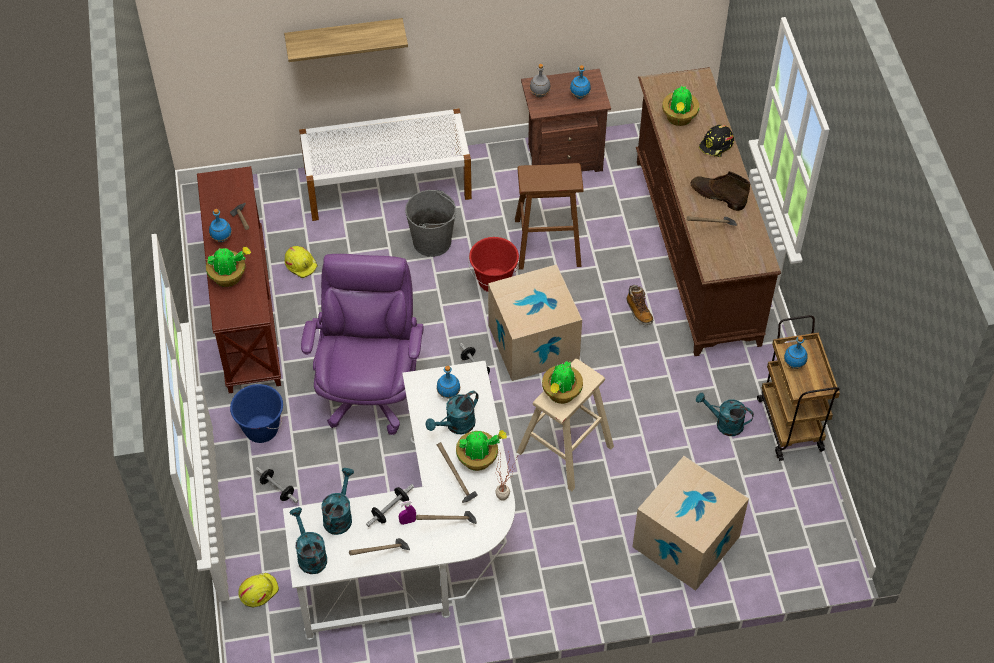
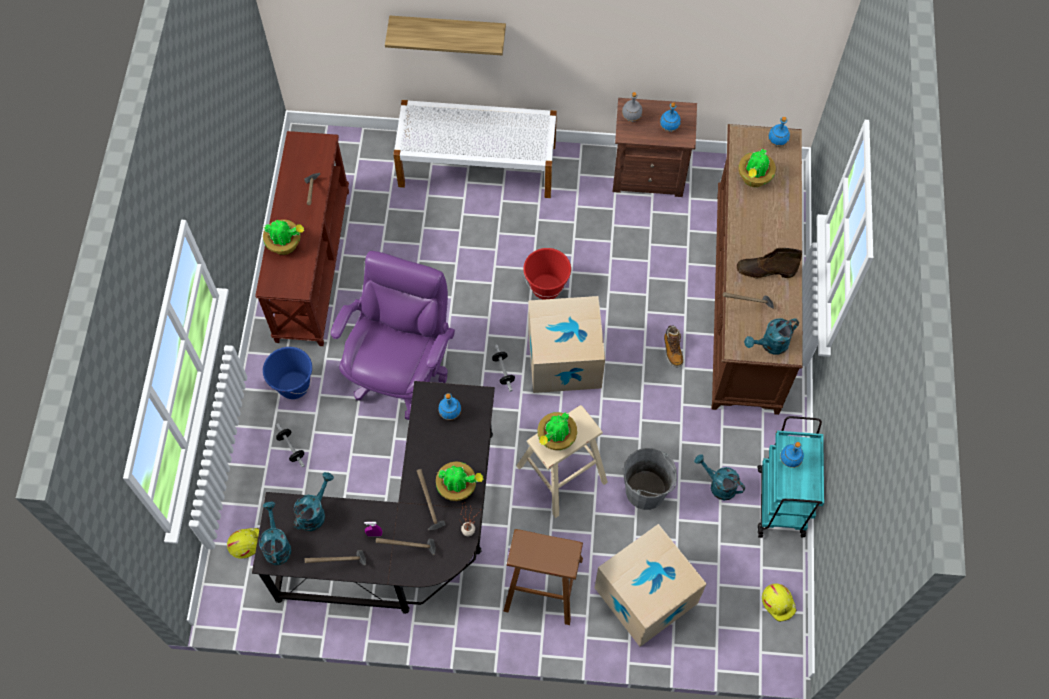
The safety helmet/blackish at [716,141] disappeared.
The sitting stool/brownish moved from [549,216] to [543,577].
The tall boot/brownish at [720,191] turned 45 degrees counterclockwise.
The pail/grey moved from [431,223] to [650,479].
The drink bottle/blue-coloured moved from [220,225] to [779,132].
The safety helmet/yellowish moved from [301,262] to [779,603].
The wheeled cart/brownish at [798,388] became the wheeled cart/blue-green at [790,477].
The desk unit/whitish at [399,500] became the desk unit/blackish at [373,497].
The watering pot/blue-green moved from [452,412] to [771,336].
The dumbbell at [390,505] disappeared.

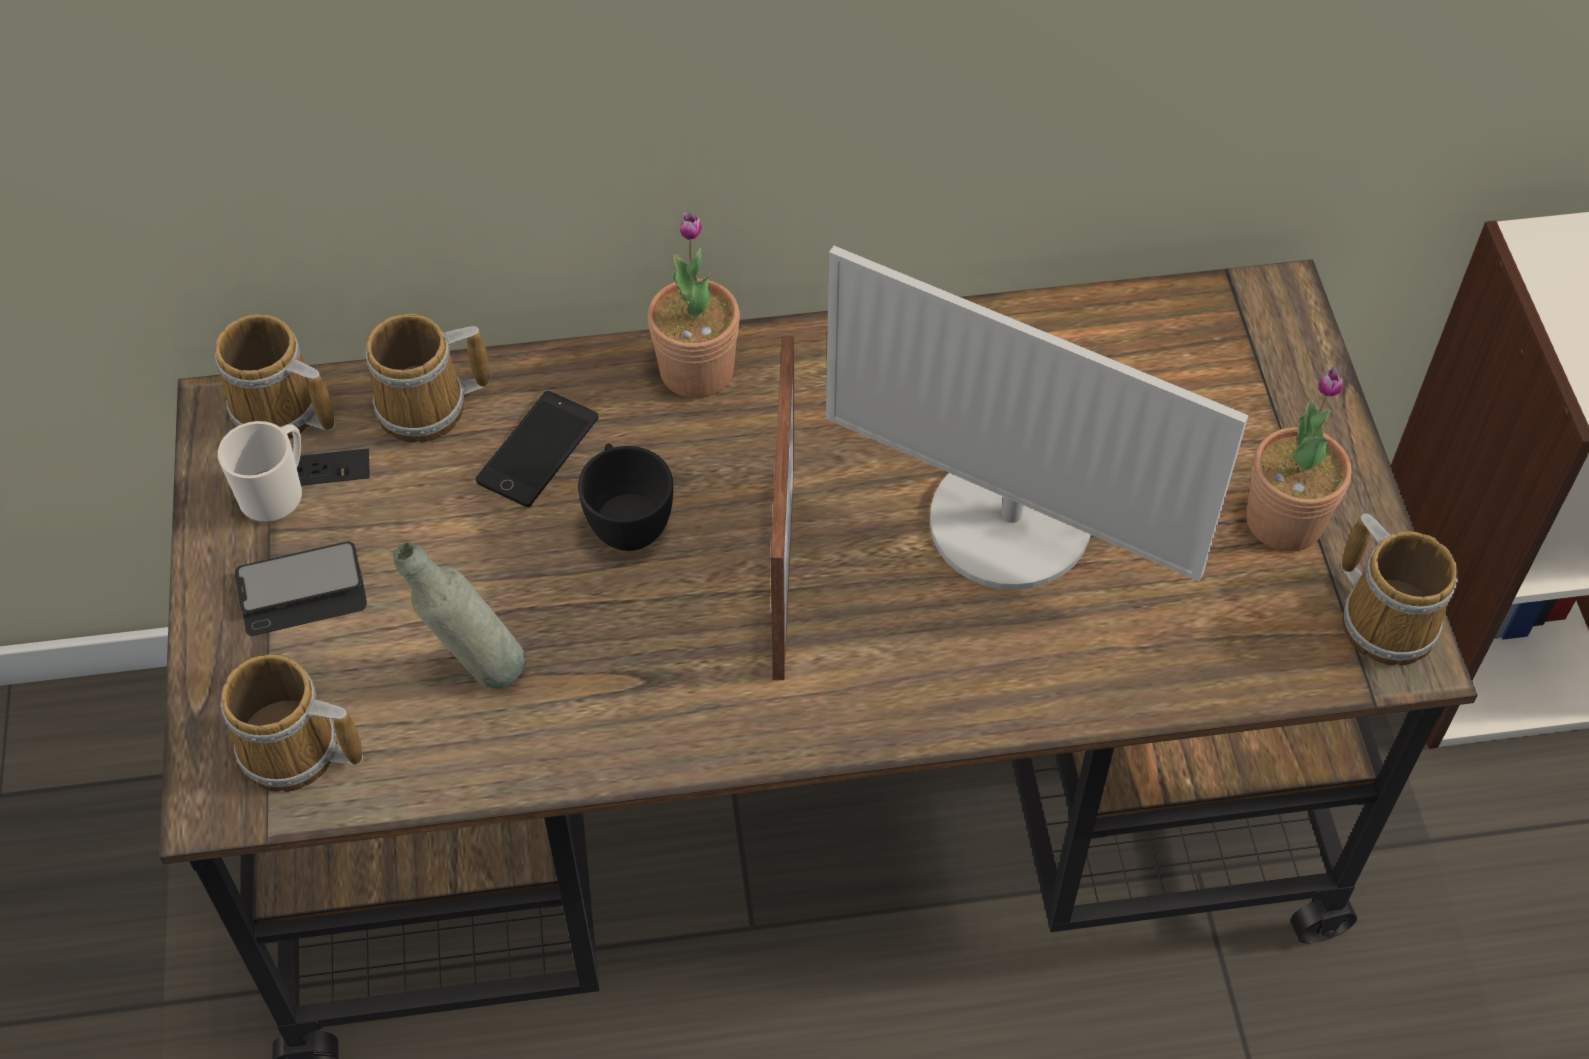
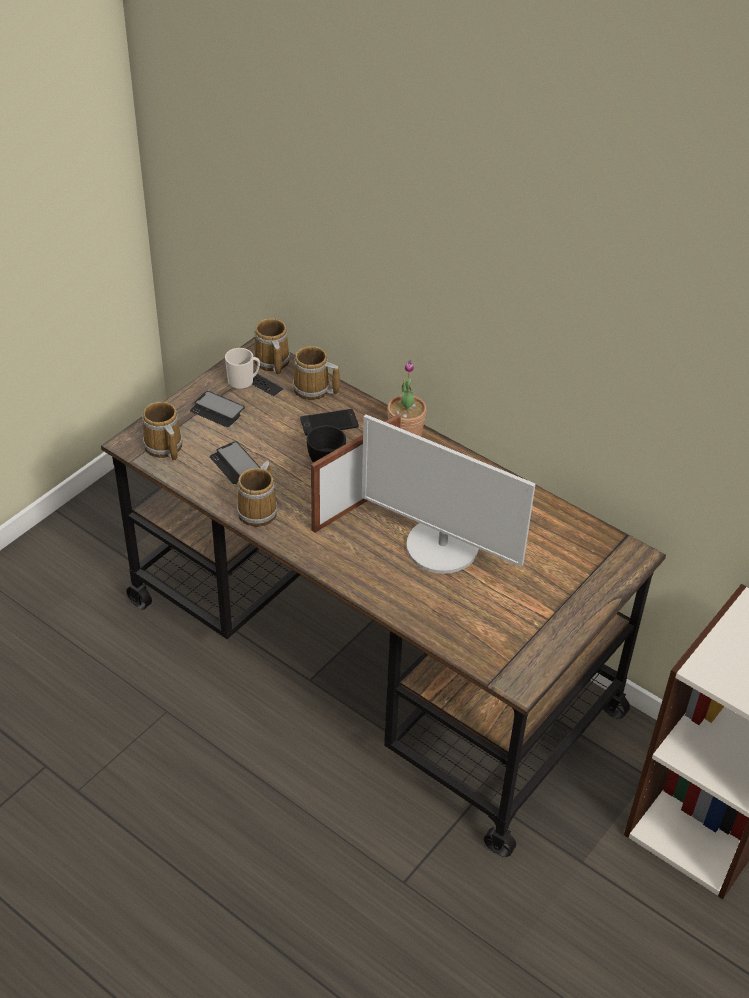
The monitor at [1037,418] turned 45 degrees counterclockwise.
The potted plant at [1299,459] disappeared.
The mug moved from [1399,589] to [257,494].
The drink bottle/grey at [459,615] was replaced by the handset at [235,462].

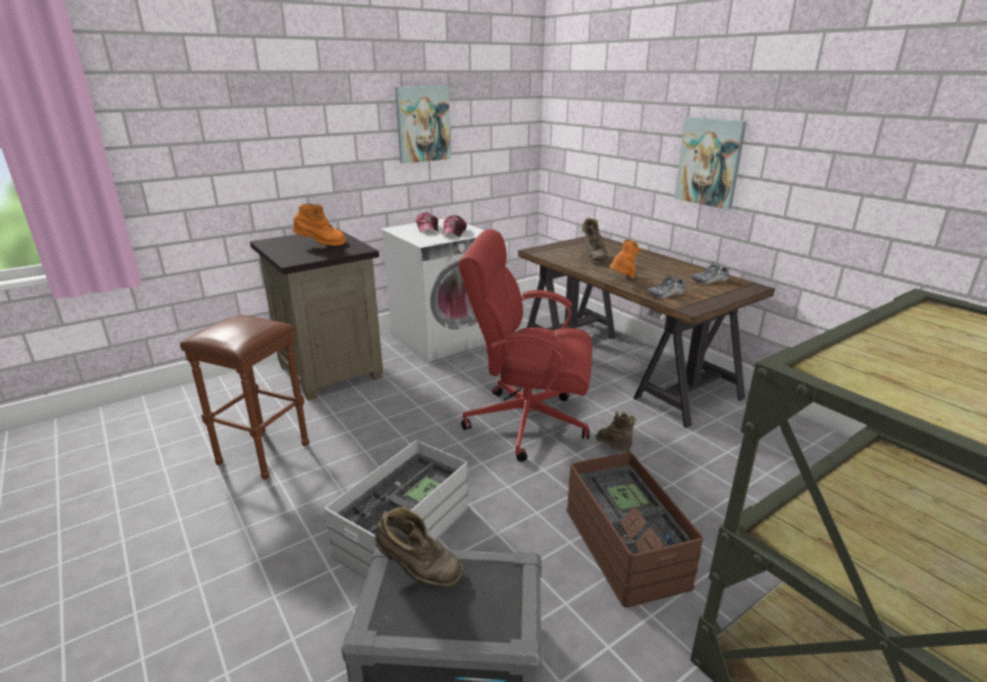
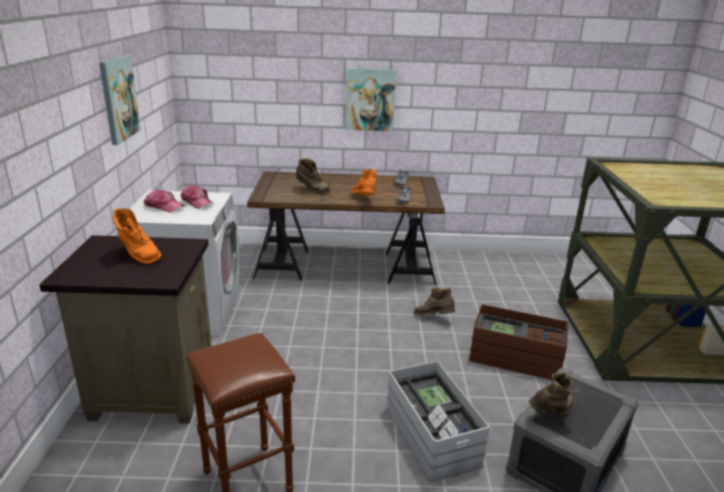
The tall boot/orangey at [319,225] turned 105 degrees clockwise.
The office chair/reddish at [525,345] disappeared.

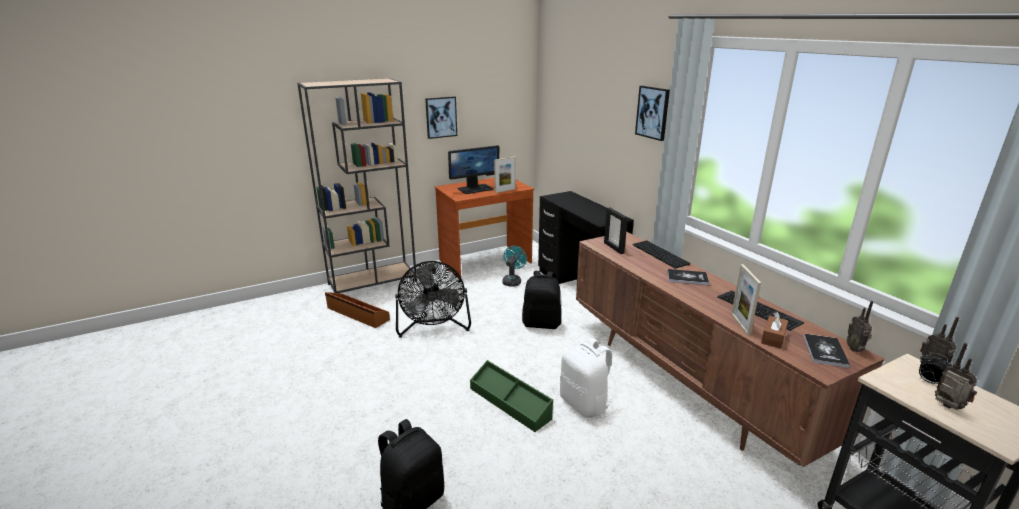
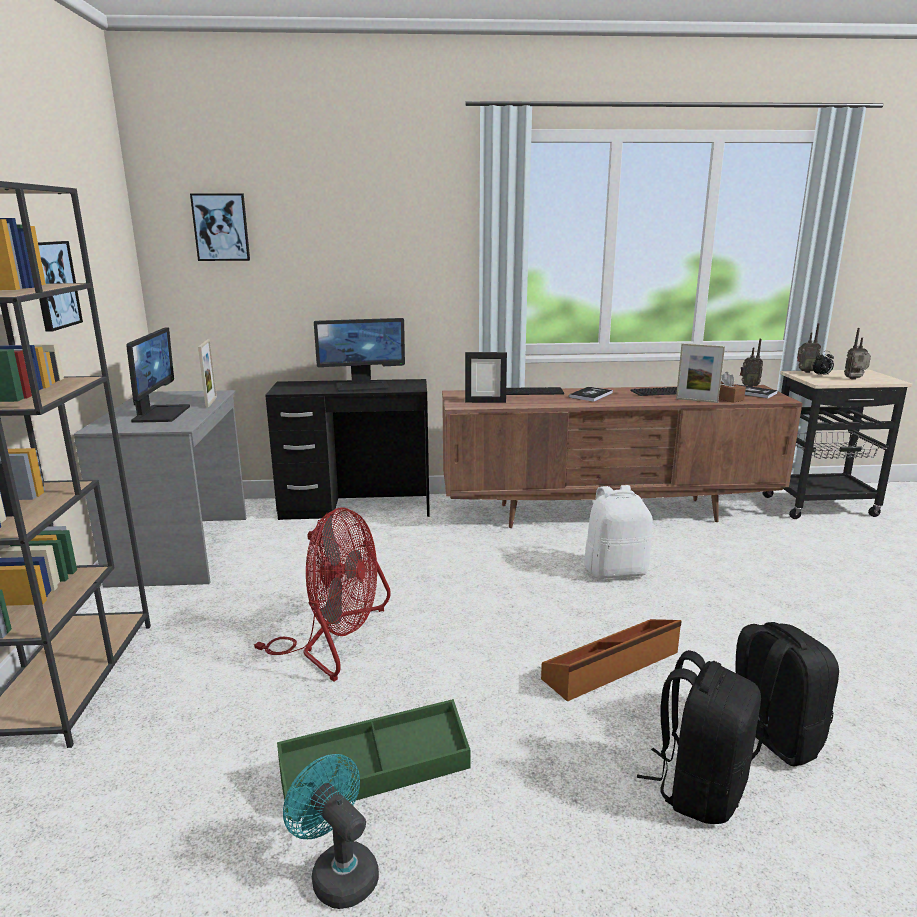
The wall picture moved from [652,113] to [220,227].
The desk unit/brownish at [484,228] became the desk unit/grey at [160,489].
The fan/blue-green moved from [514,266] to [331,831].
The fan/blackish at [433,299] became the fan/reddish at [322,594].
The backpack/blackish moved from [541,300] to [699,737].
The storage container/brownish moved from [357,310] to [611,660].
The storage container/greenish moved from [511,396] to [373,759].
The monitor at [359,355] appeared.

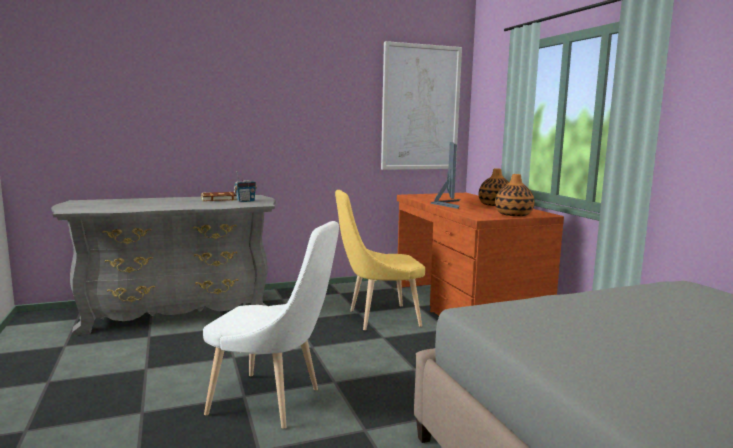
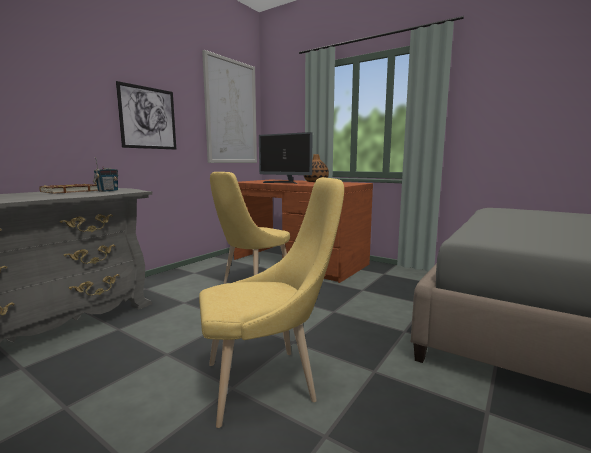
The monitor at [446,175] turned 150 degrees clockwise.
The vase at [514,195] disappeared.
The plain chair/whitish at [271,325] became the plain chair/yellowish at [271,302].
The wall picture at [146,115] appeared.

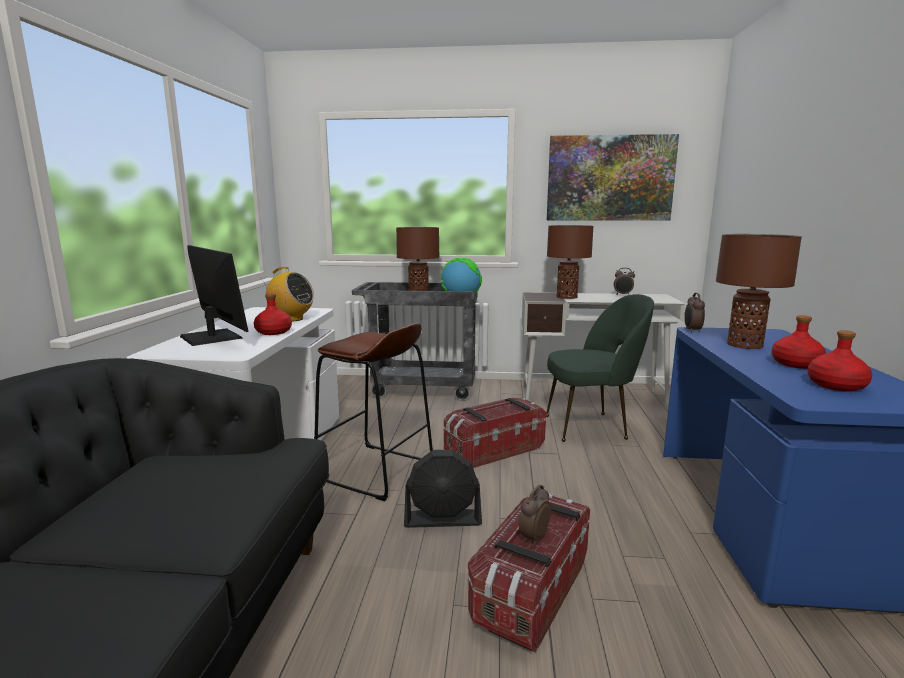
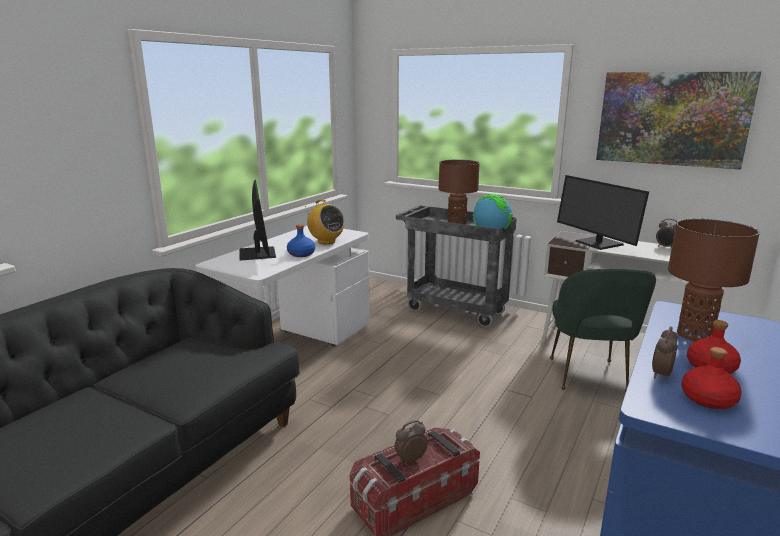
The table lamp/brownish at [570,262] was replaced by the monitor at [603,212].
The drink bottle/reddish at [273,314] became the drink bottle/blue-coloured at [301,240].
The table clock moved from [694,313] to [665,353].
The plain chair/greenish at [600,368] turned 75 degrees clockwise.
The sitting stool/brownish at [373,412] disappeared.
The storage container at [495,433] disappeared.
The fan/blackish at [443,489] disappeared.

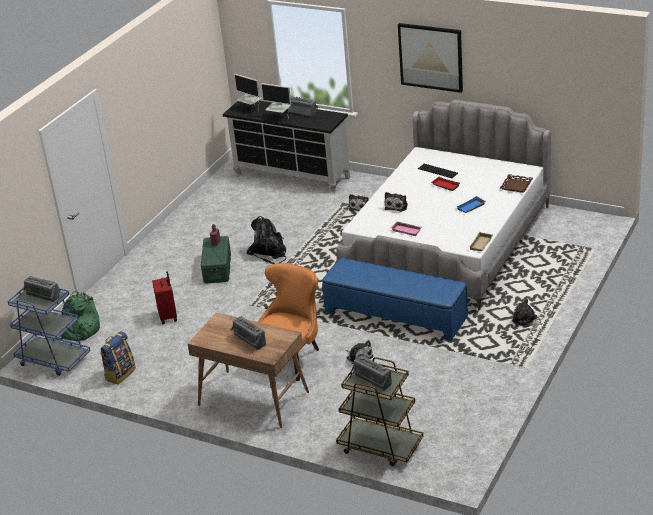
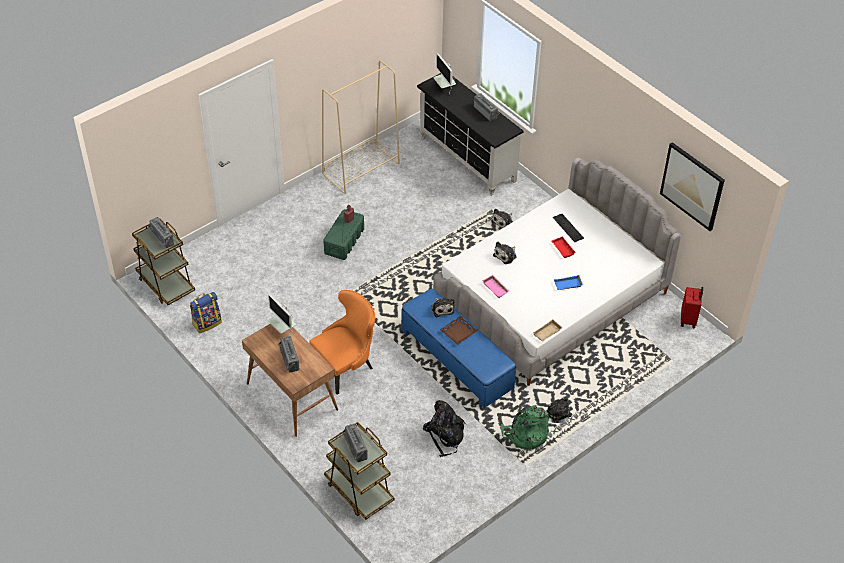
The wall picture moved from [430,58] to [692,186].
The monitor moved from [276,100] to [282,315].
The serving tray/brownish moved from [516,183] to [459,330].
The backpack/blackish moved from [266,240] to [444,428].
The piece of luggage/reddish moved from [164,297] to [692,307].
The wheeled cart/blue-coloured at [49,327] became the wheeled cart/brownish at [163,262].
The backpack/greenish moved from [79,316] to [525,427].
The soft toy moved from [359,352] to [442,307].
The clothes rack/beige at [361,127] appeared.

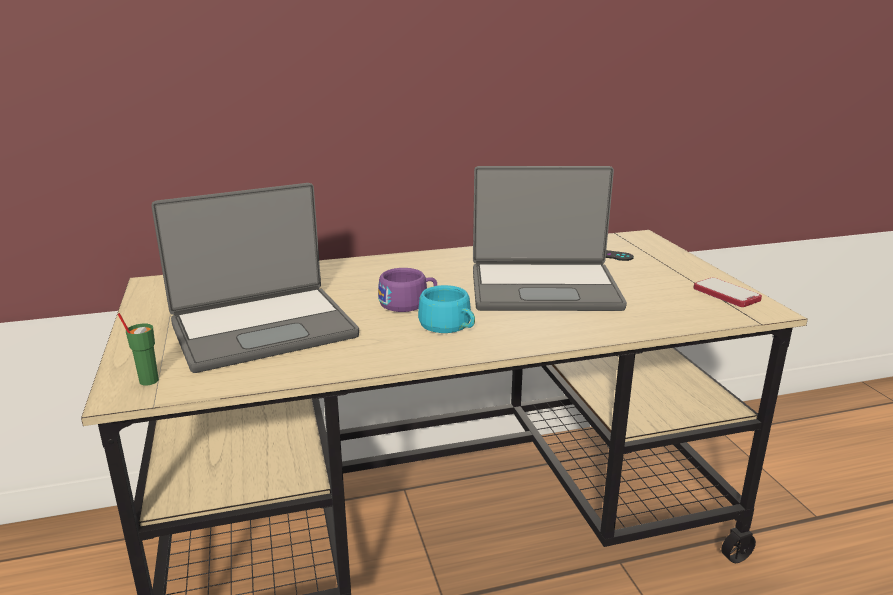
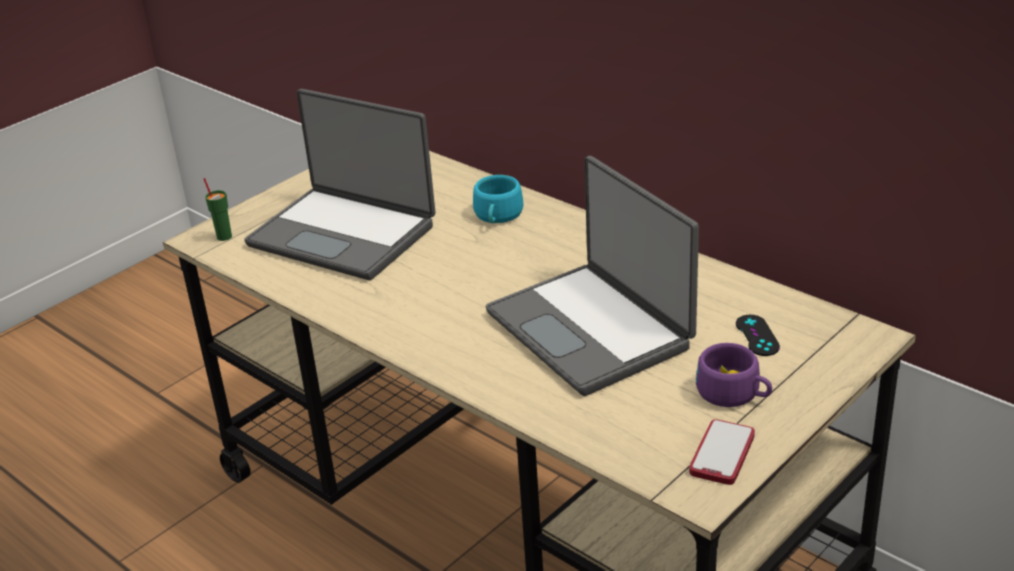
The small cup/purple moved from [407,290] to [734,375].
The small cup/blue-green moved from [446,309] to [498,199].

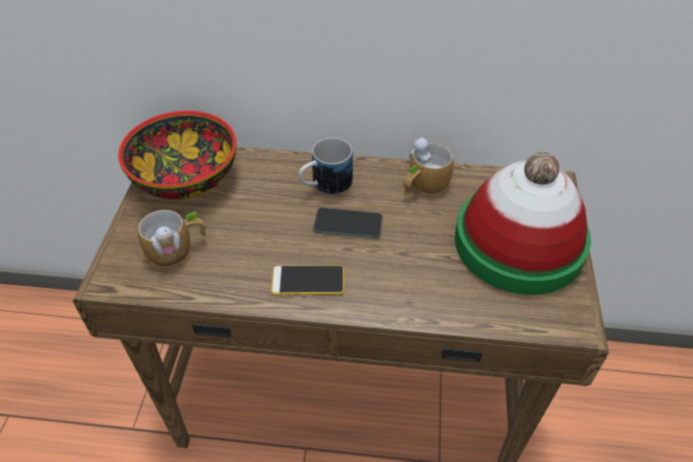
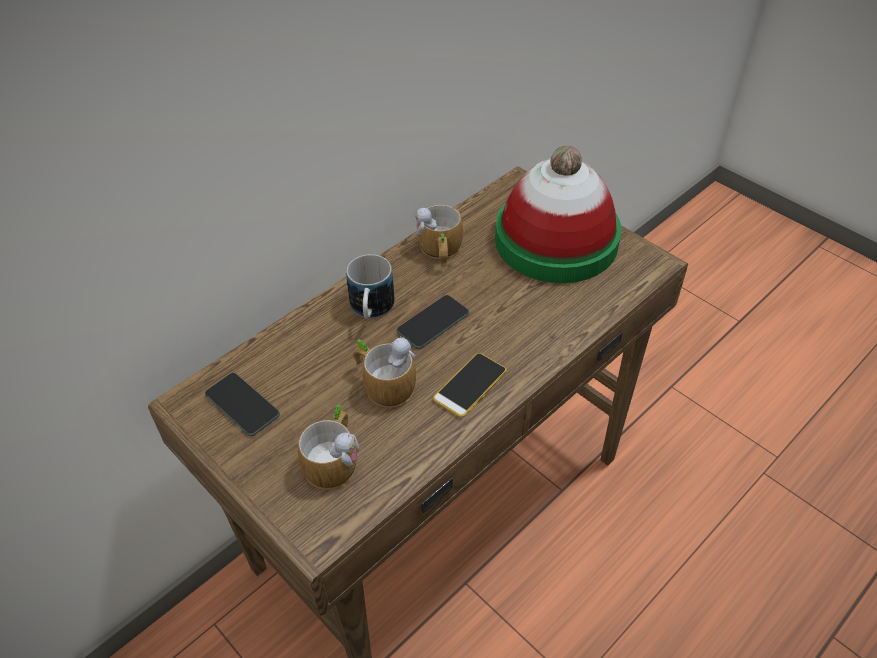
The serving bowl at [177,155] was replaced by the handset at [242,404].
The mug at [384,372] appeared.

